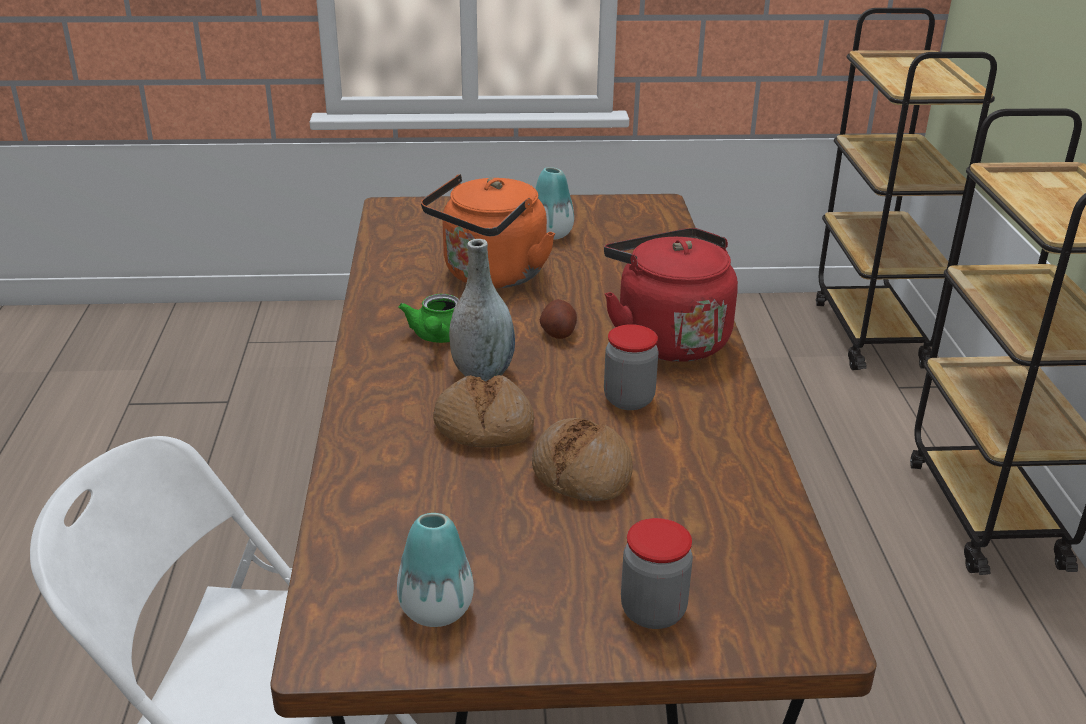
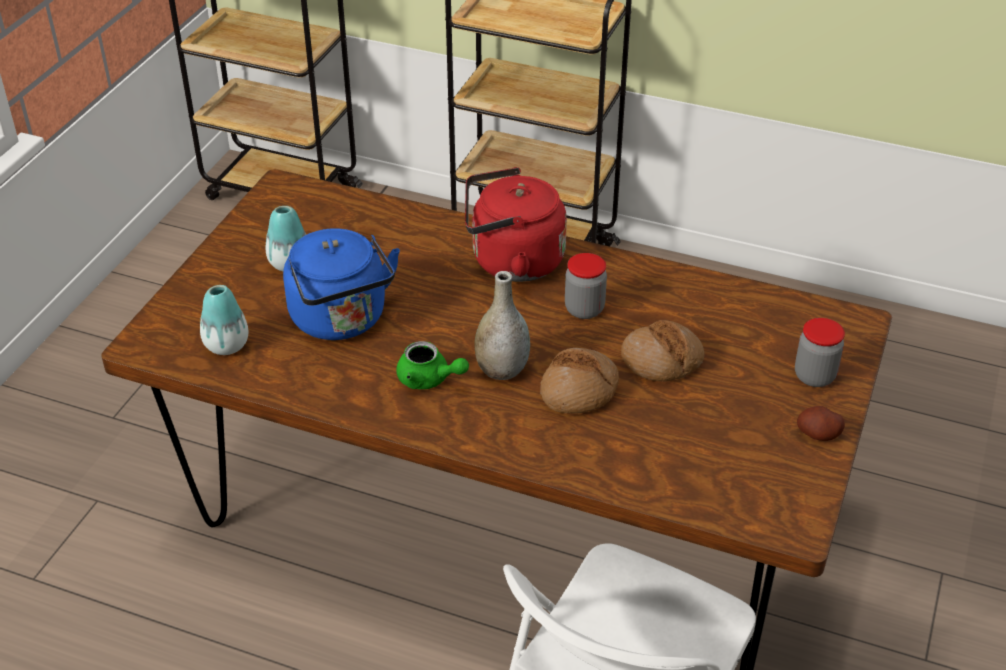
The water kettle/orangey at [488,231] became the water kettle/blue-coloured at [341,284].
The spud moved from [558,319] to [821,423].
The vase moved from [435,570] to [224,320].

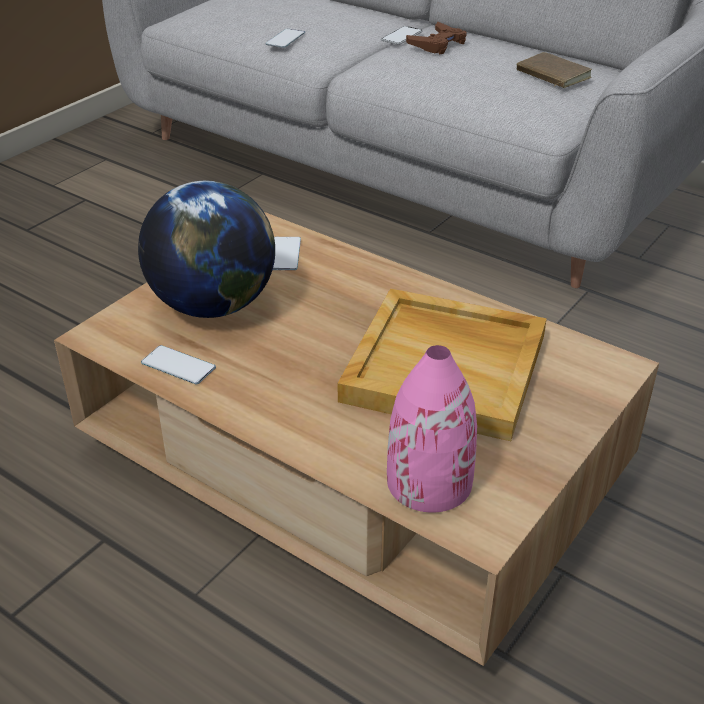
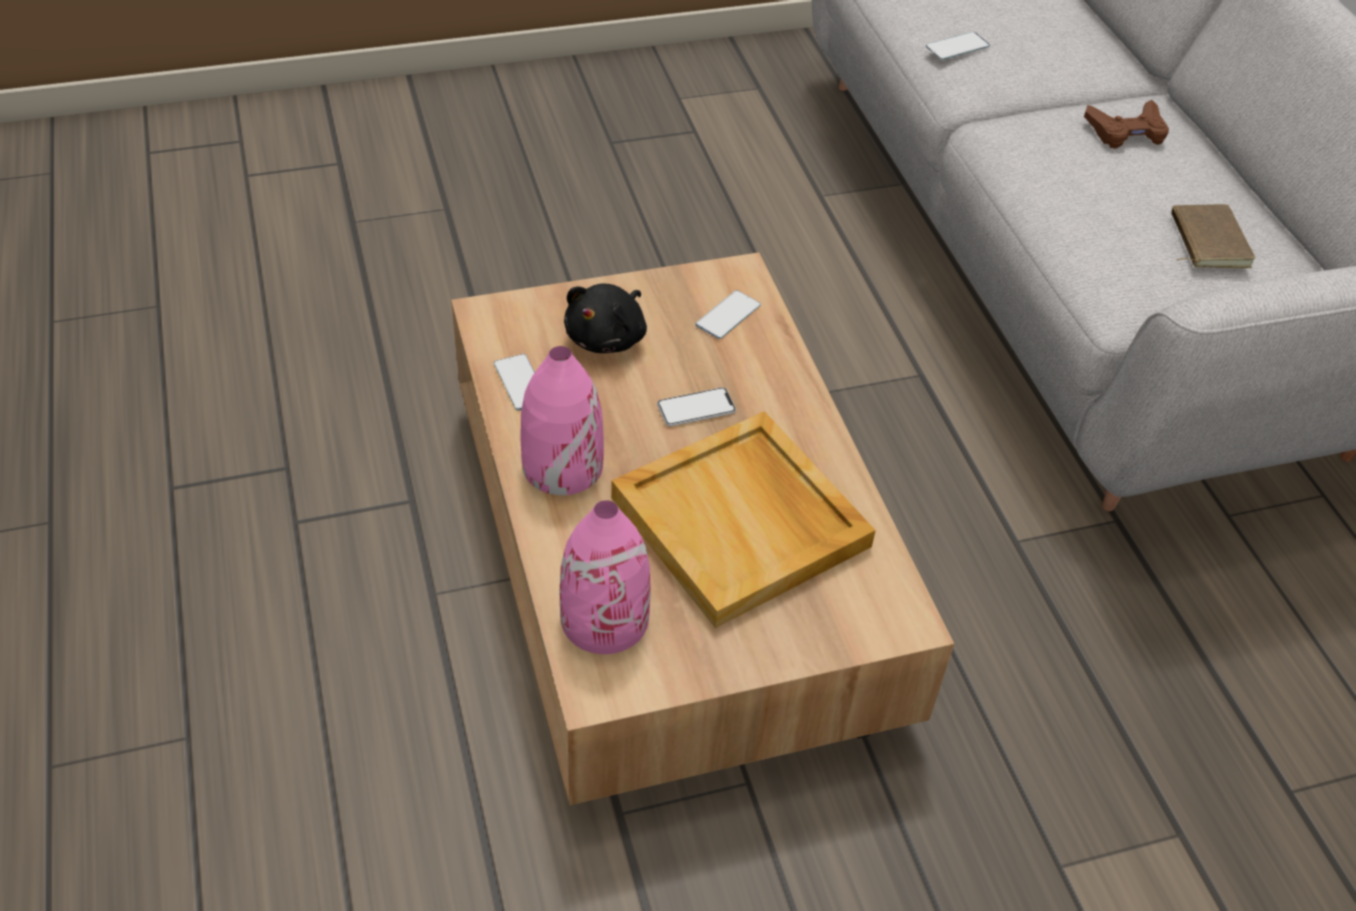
The handset moved from [402,35] to [696,407].
The world globe at [206,249] was replaced by the soft toy/blackish at [605,318].
The vase/pink-coloured at [562,420] appeared.

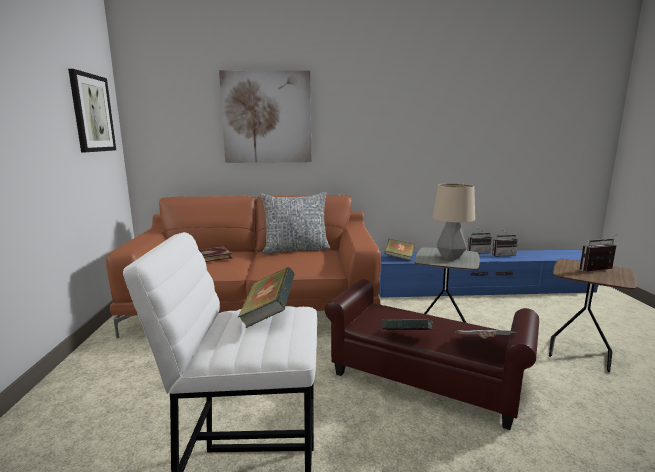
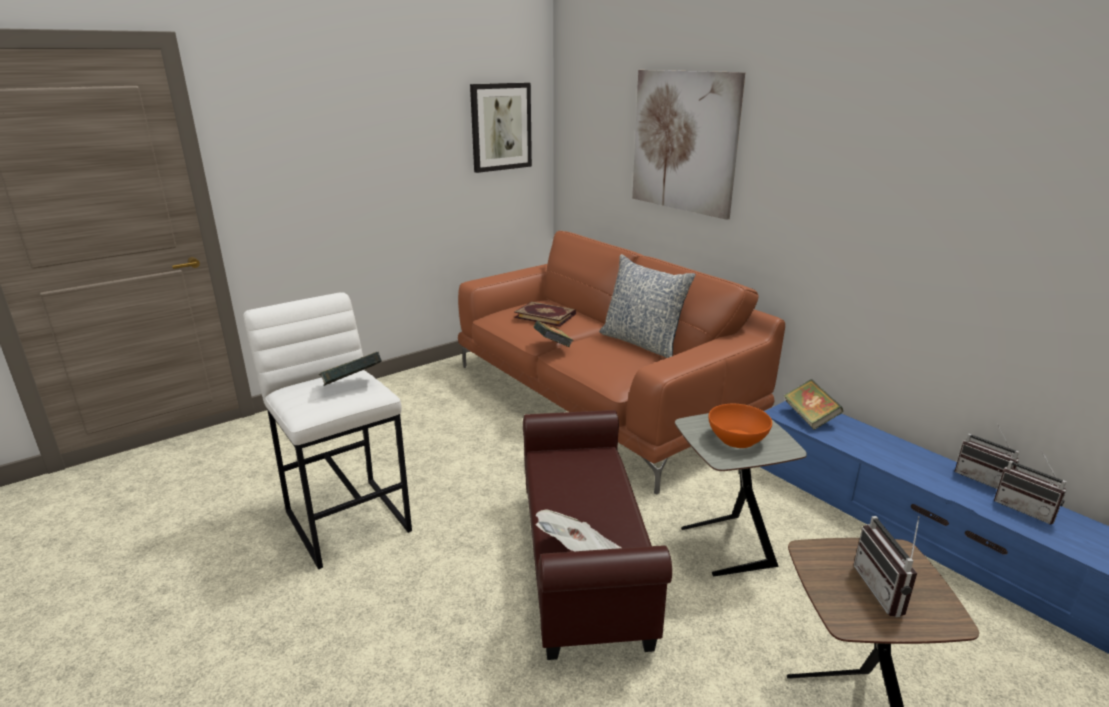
The table lamp at [454,221] was replaced by the serving bowl/orangey at [740,426].
The radio receiver at [599,253] turned 135 degrees counterclockwise.
The book moved from [407,325] to [553,334].

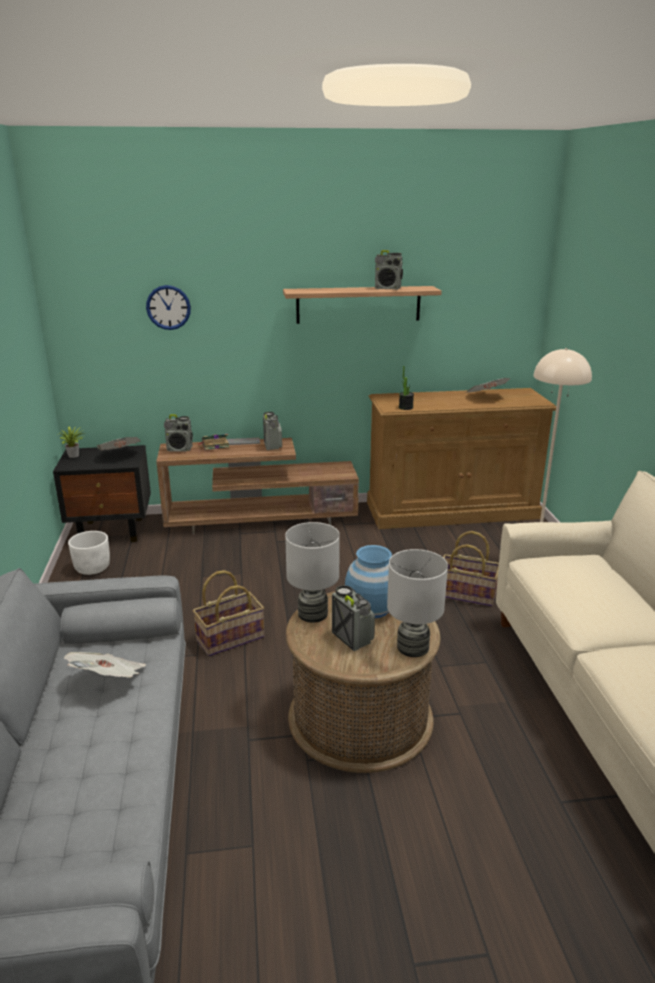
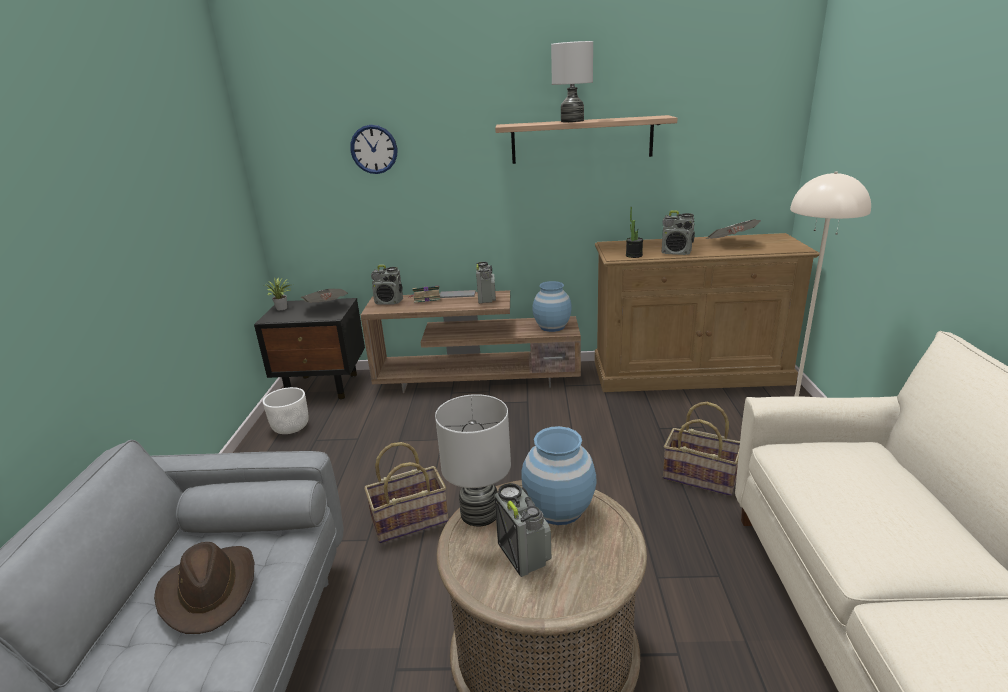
The radio receiver moved from [389,270] to [678,232].
The table lamp/grey moved from [417,603] to [572,81].
The printed paper at [105,665] was replaced by the hat/brownish at [204,588].
The vase/blue-coloured at [552,306] appeared.

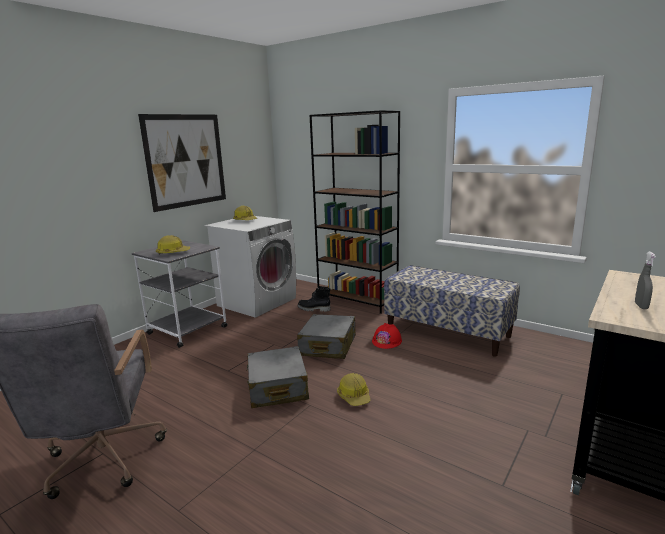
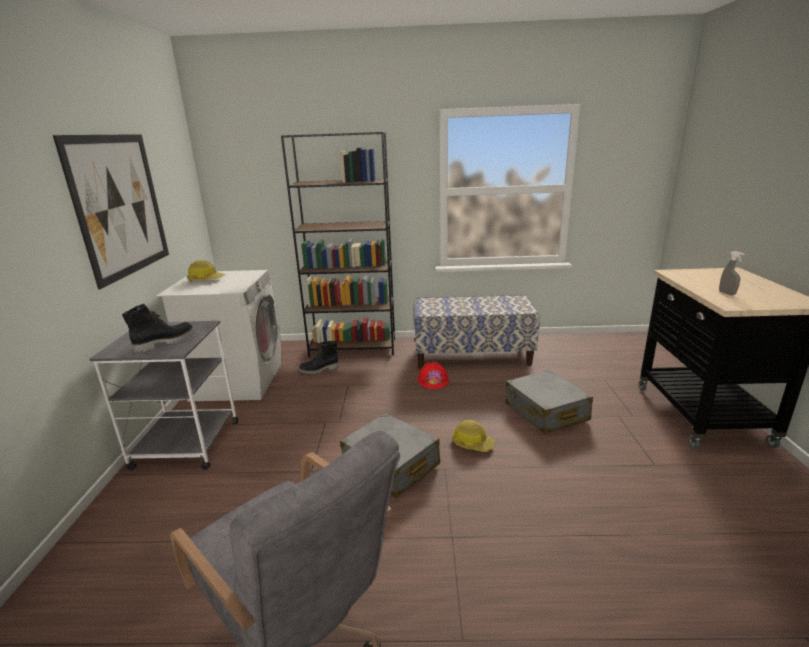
The safety helmet at [173,245] was replaced by the tall boot/blackish at [158,328].
The piece of luggage/grey moved from [326,336] to [549,402].

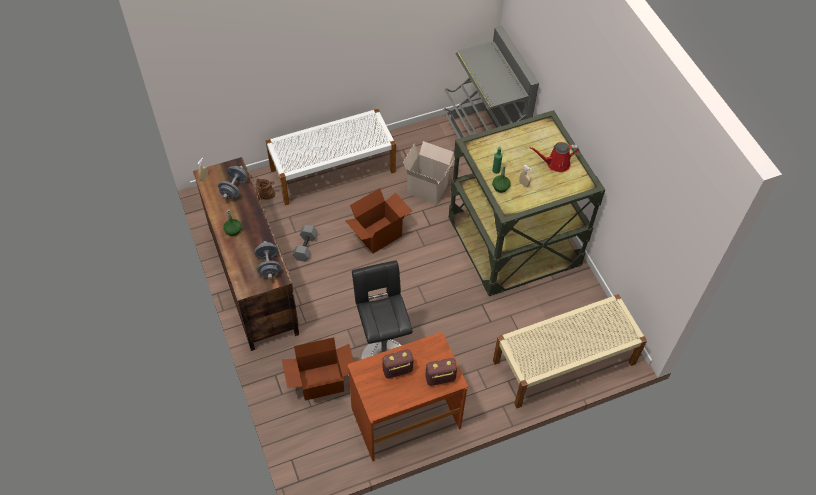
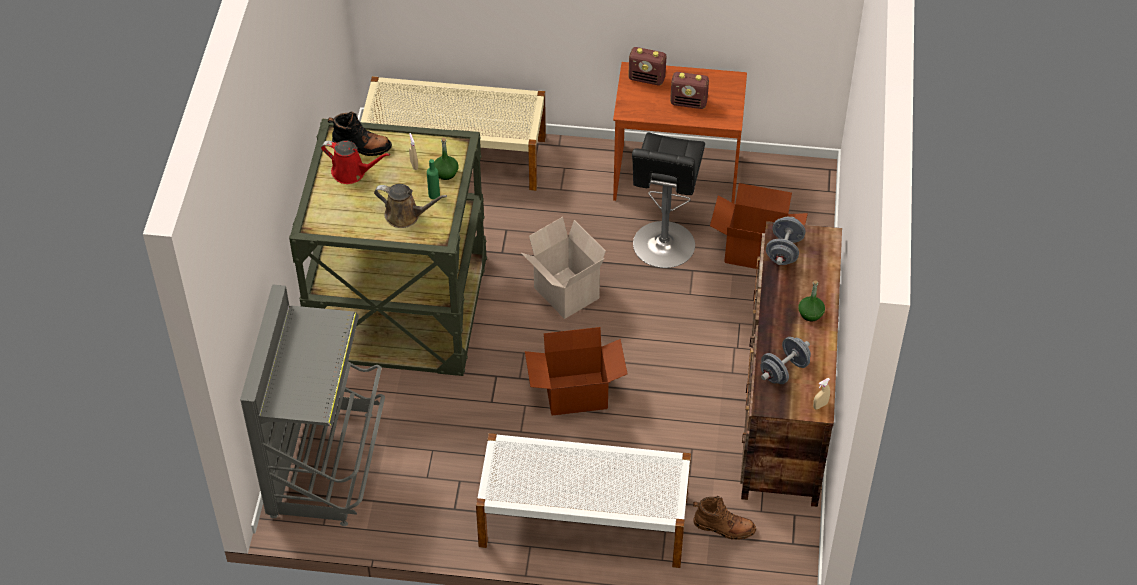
The cardboard box moved from [429,173] to [564,268].
The dumbbell/grey at [305,243] disappeared.
The tall boot/blackish at [360,134] appeared.
The watering pot/brownish at [410,206] appeared.

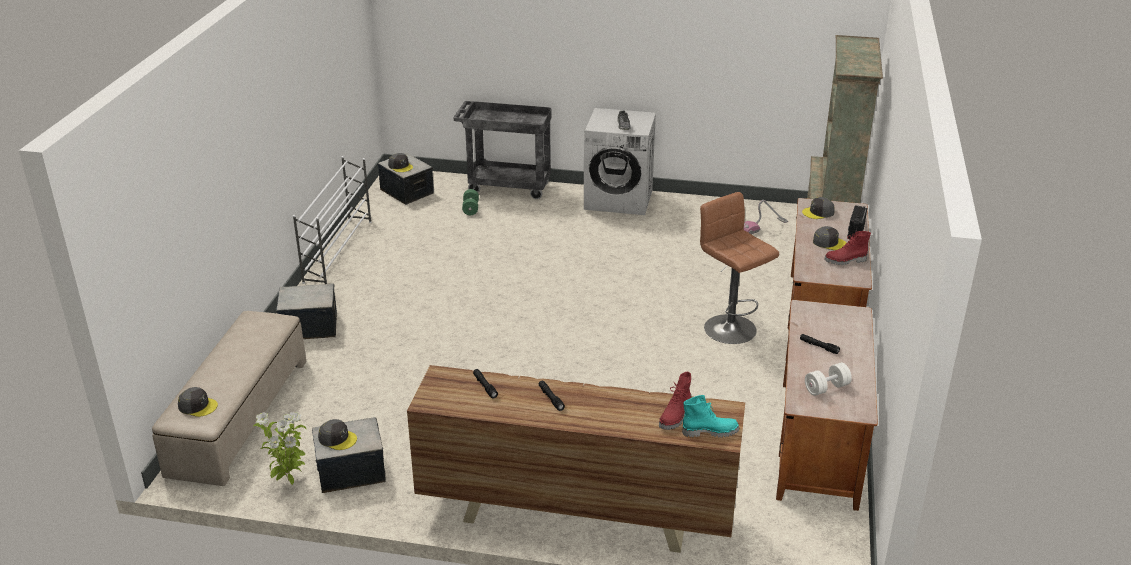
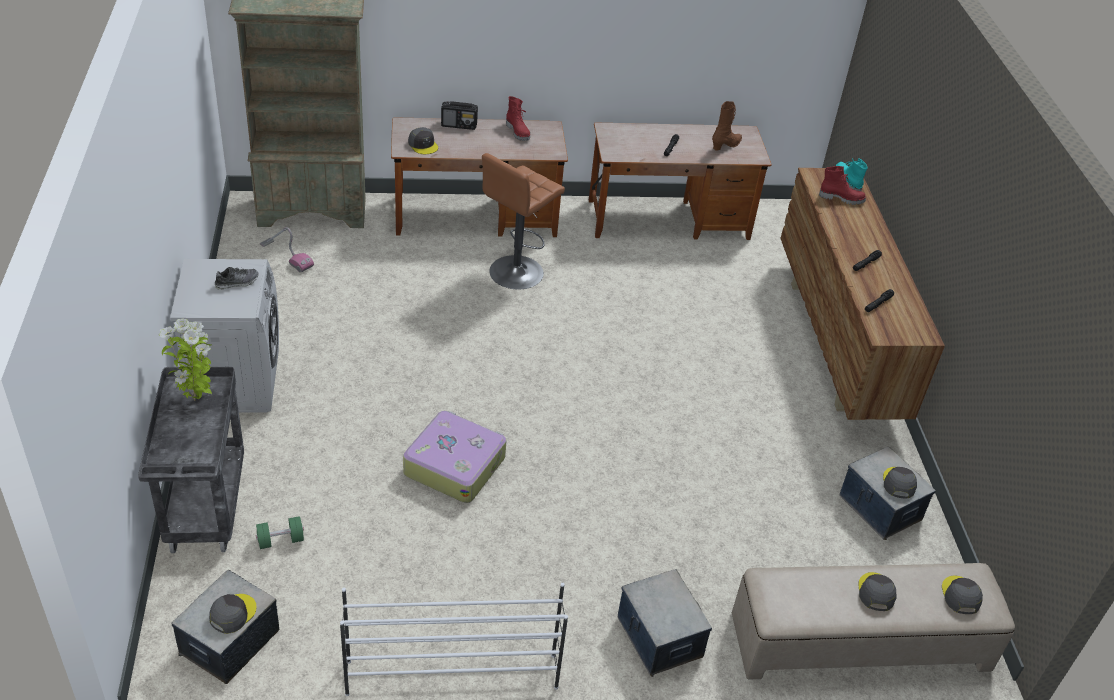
The baseball cap/grey moved from [830,238] to [877,591].
The dumbbell/whitish at [828,379] was replaced by the tall boot/brownish at [727,125].
The potted plant moved from [280,448] to [185,359].
The piece of luggage at [454,457] appeared.

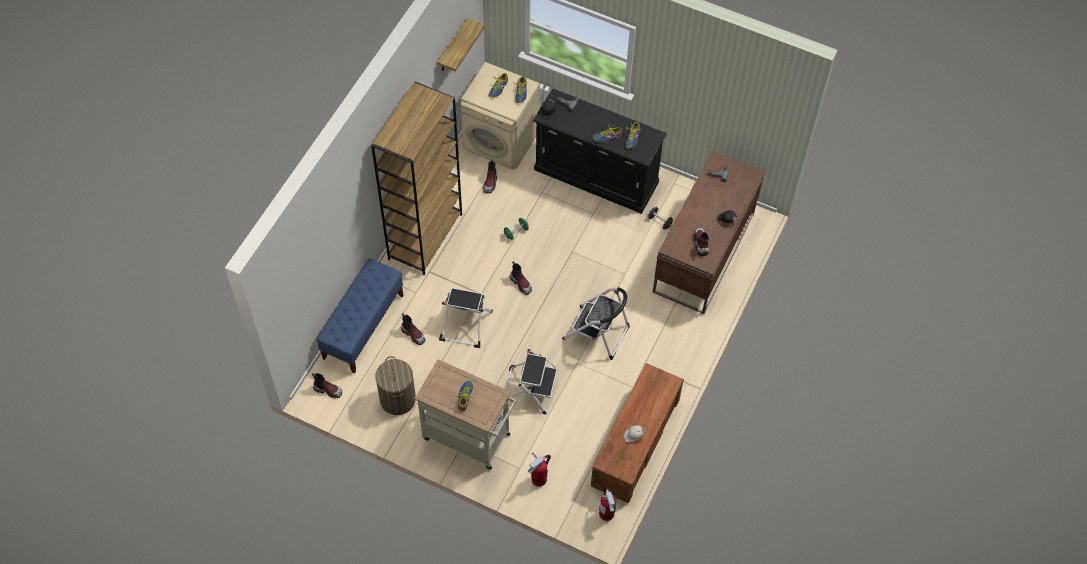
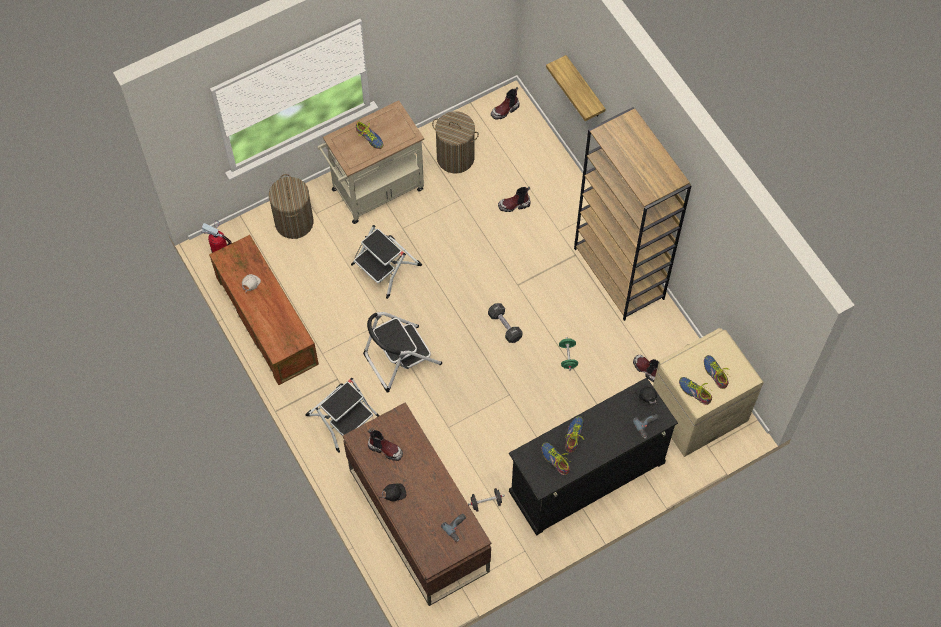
The wall shelf moved from [461,44] to [575,88].
The long seat/blue-coloured at [359,316] disappeared.
The tall boot at [521,278] was replaced by the dumbbell/blackish at [505,323].
The stepladder moved from [466,318] to [342,415].
The fire extinguisher at [539,470] was replaced by the hamper at [291,206].

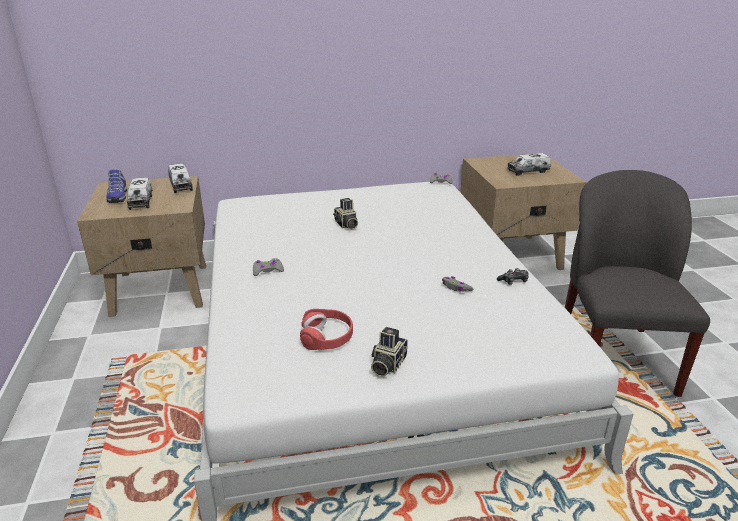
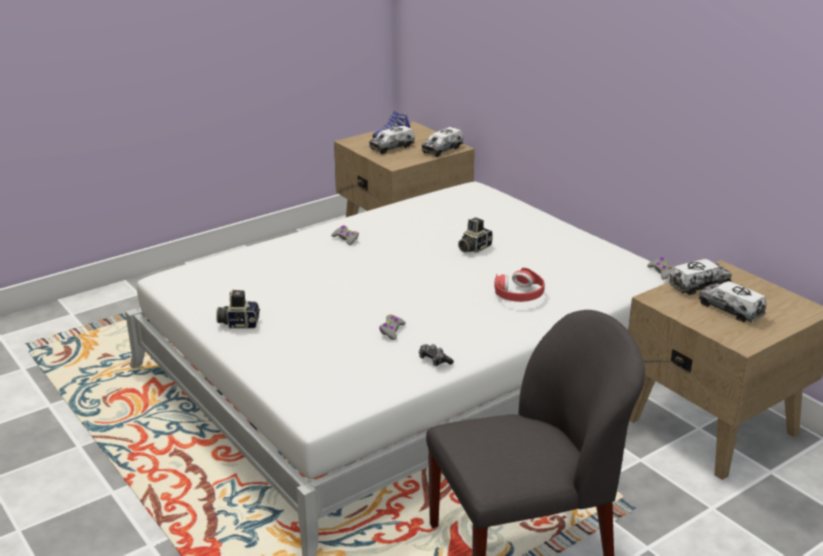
The pair of headphones/reddish moved from [326,329] to [519,285].
The model truck at [700,277] appeared.

